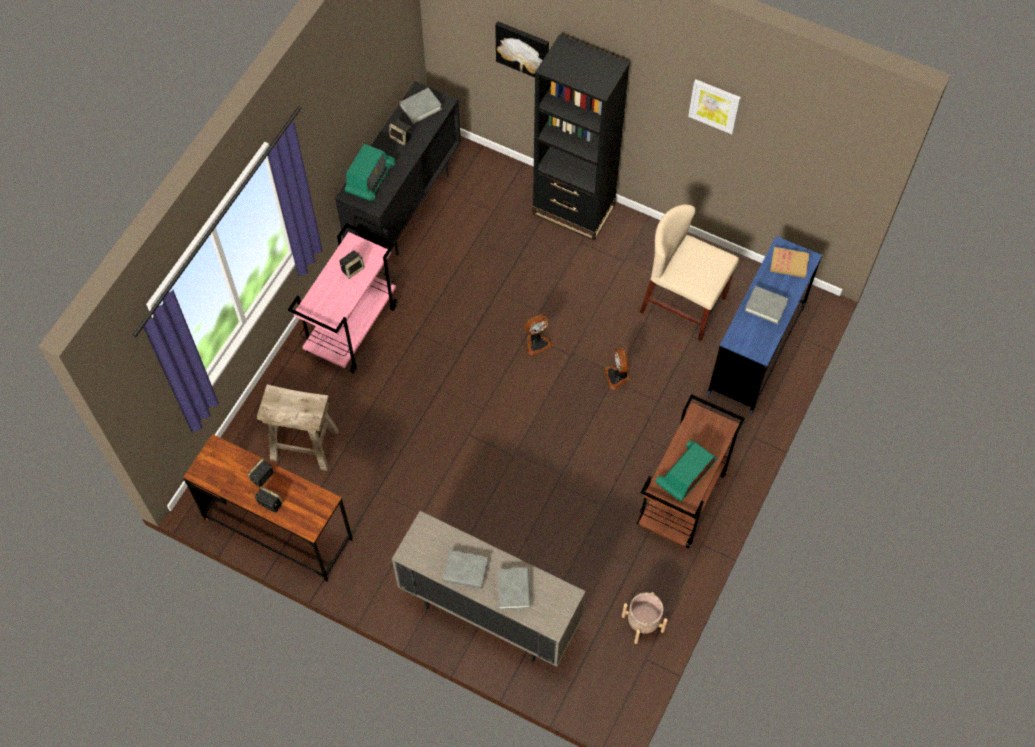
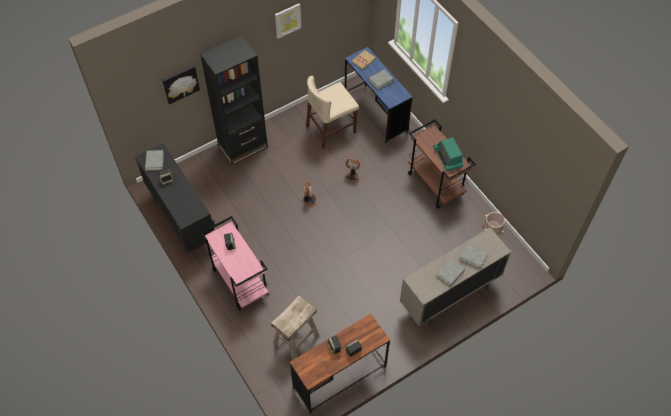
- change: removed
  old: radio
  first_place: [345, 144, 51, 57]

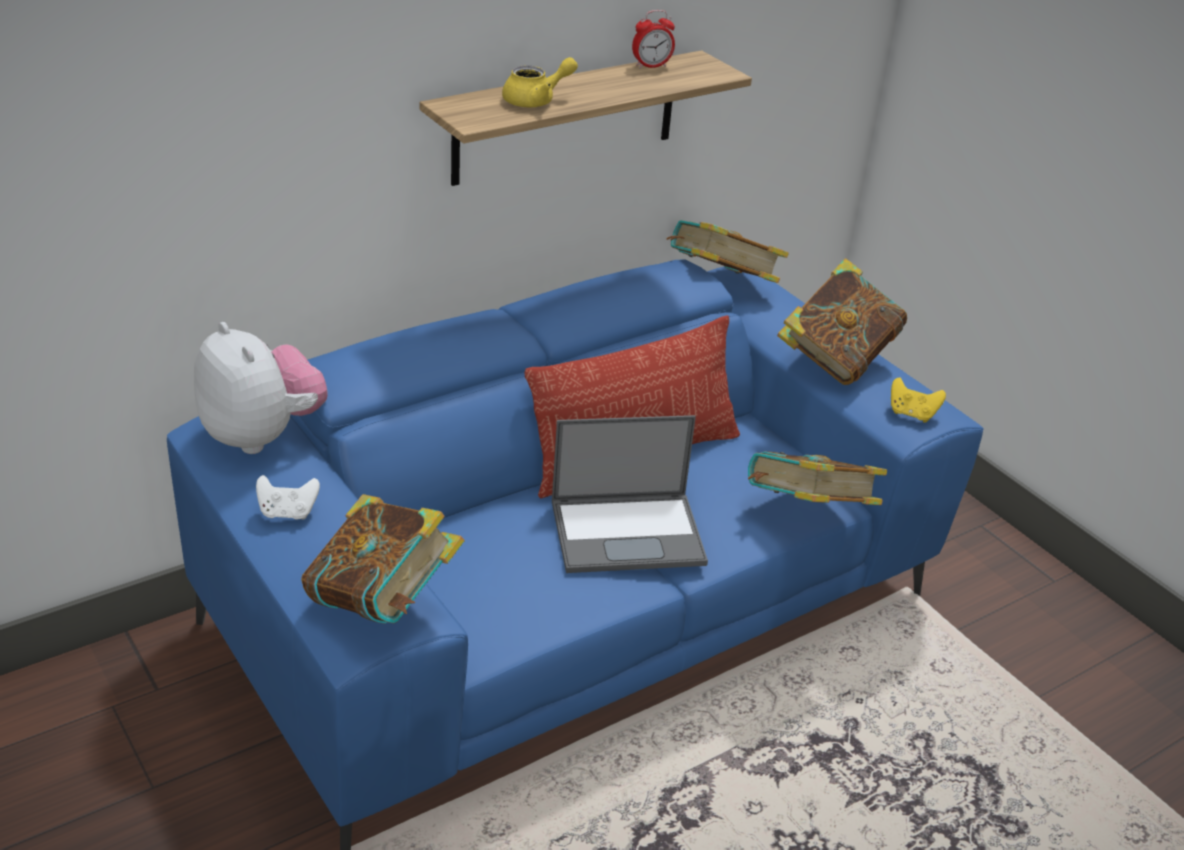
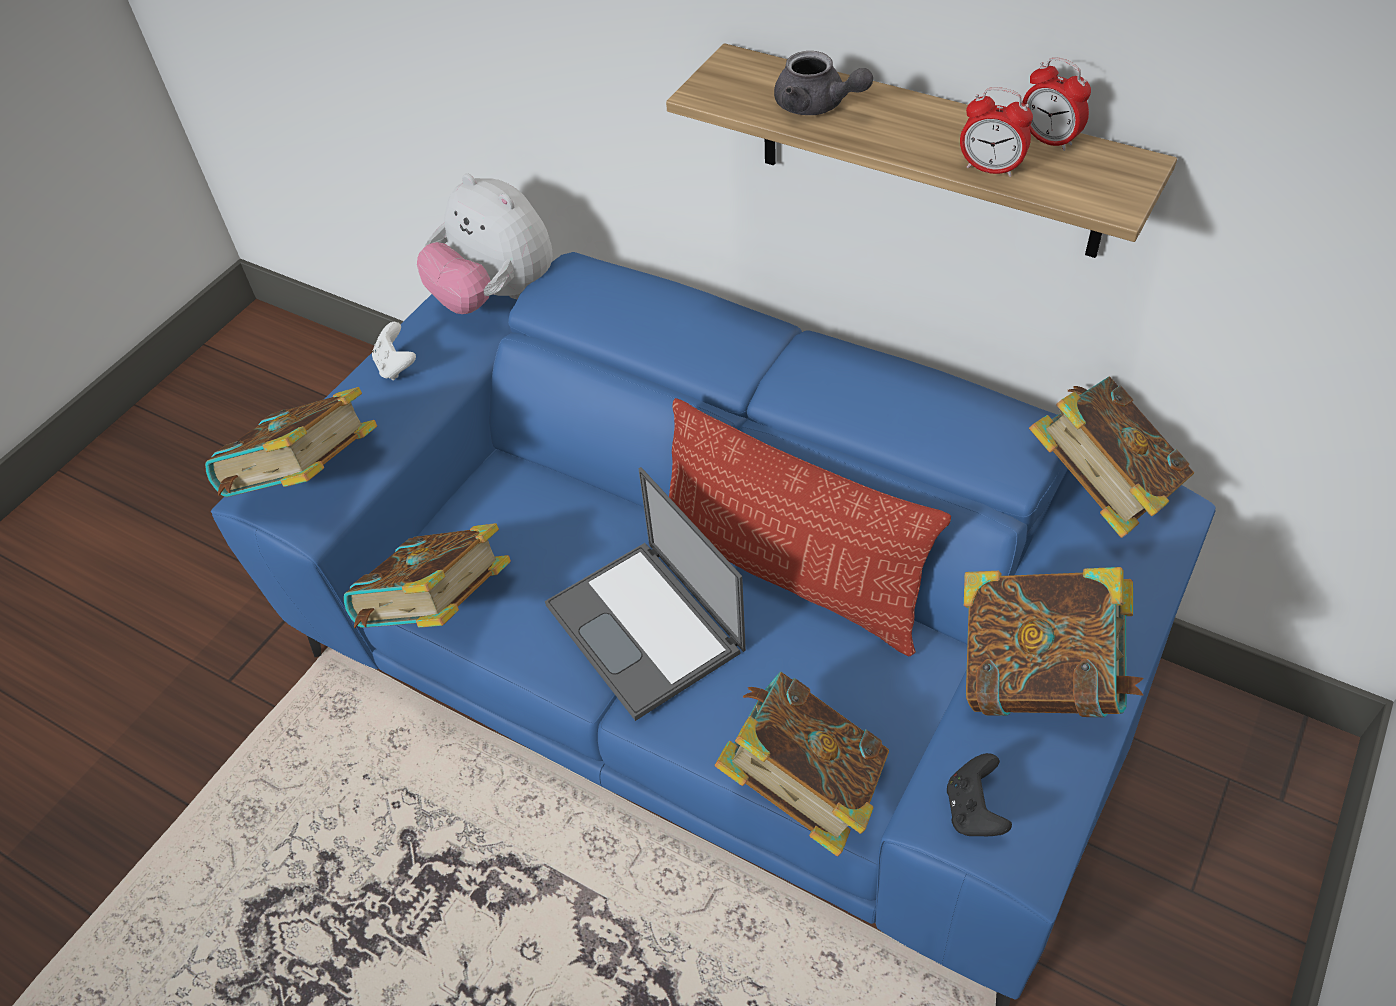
- change: added
  new: książka
  second_place: [344, 523, 167, 105]
- change: turned
  old: pluszak
  first_place: [194, 322, 134, 132]
  second_place: [417, 173, 136, 141]
  degrees: 105
- change: recoloured
  old: imbryk/żółty
  new: imbryk/szary
  first_place: [502, 57, 76, 50]
  second_place: [774, 51, 99, 64]
- change: recoloured
  old: pad do gier/żółty
  new: pad do gier/czarny
  first_place: [891, 378, 55, 44]
  second_place: [947, 753, 65, 83]
- change: added
  new: budzik
  second_place: [960, 87, 73, 90]

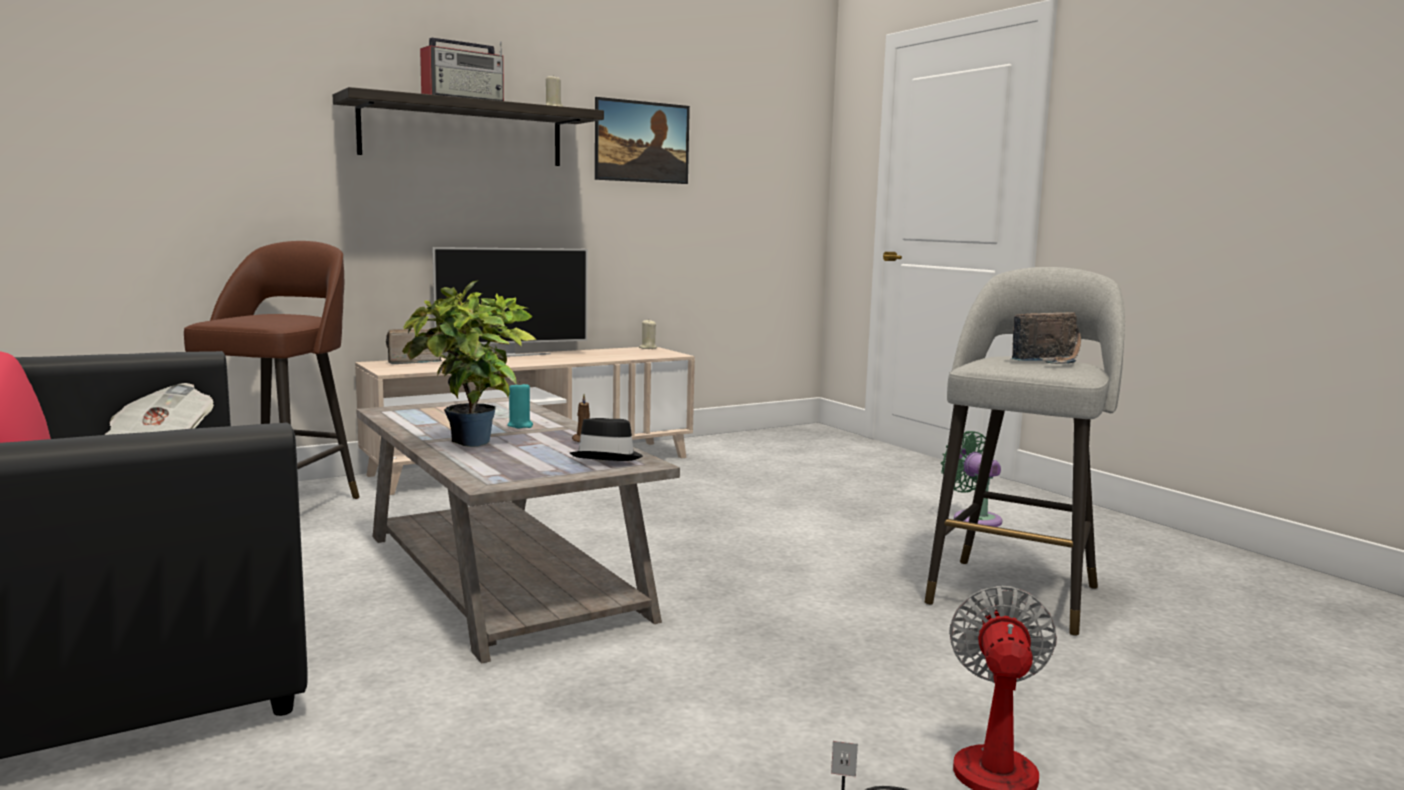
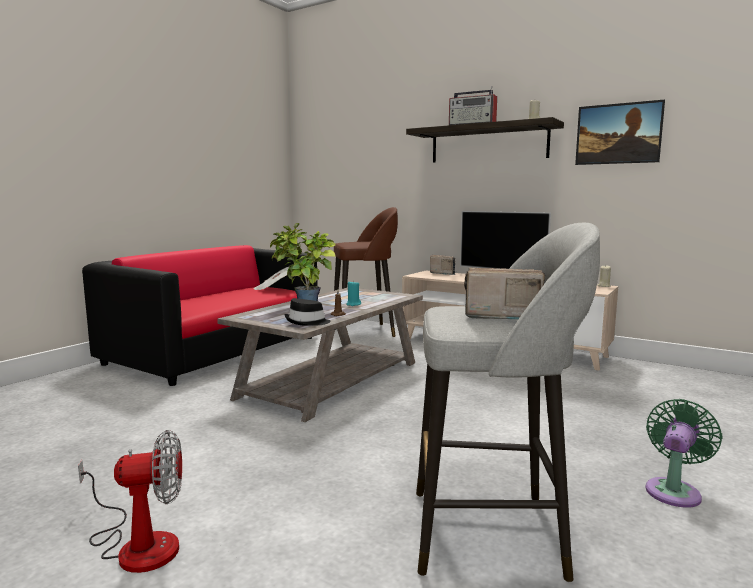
- change: turned
  old: radio
  first_place: [1011, 312, 70, 52]
  second_place: [464, 268, 81, 51]
  degrees: 150

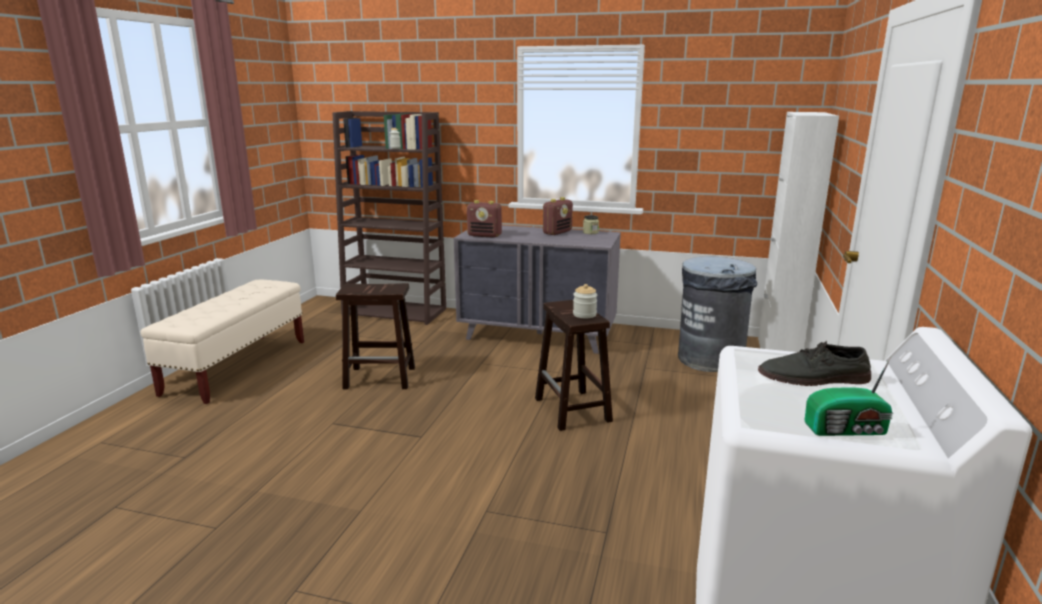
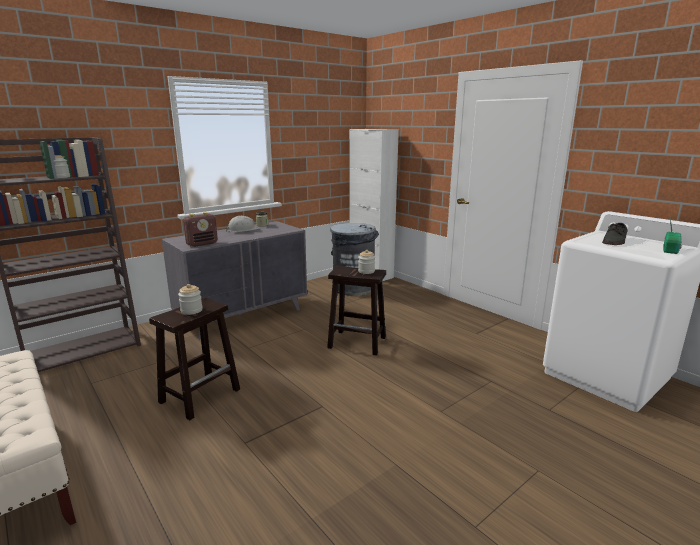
- change: added
  new: słoik
  second_place: [178, 284, 25, 31]
- change: replaced
  old: radio
  new: kask/biały
  first_place: [543, 197, 30, 38]
  second_place: [226, 216, 34, 16]

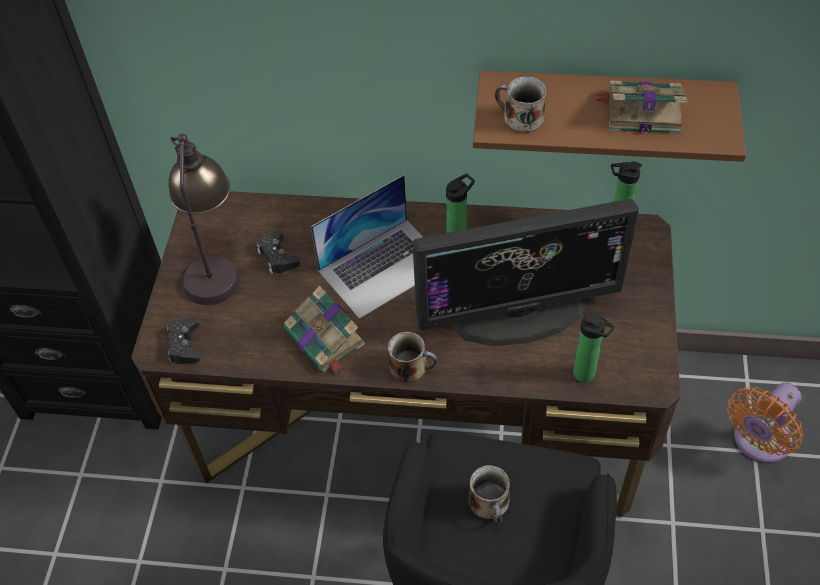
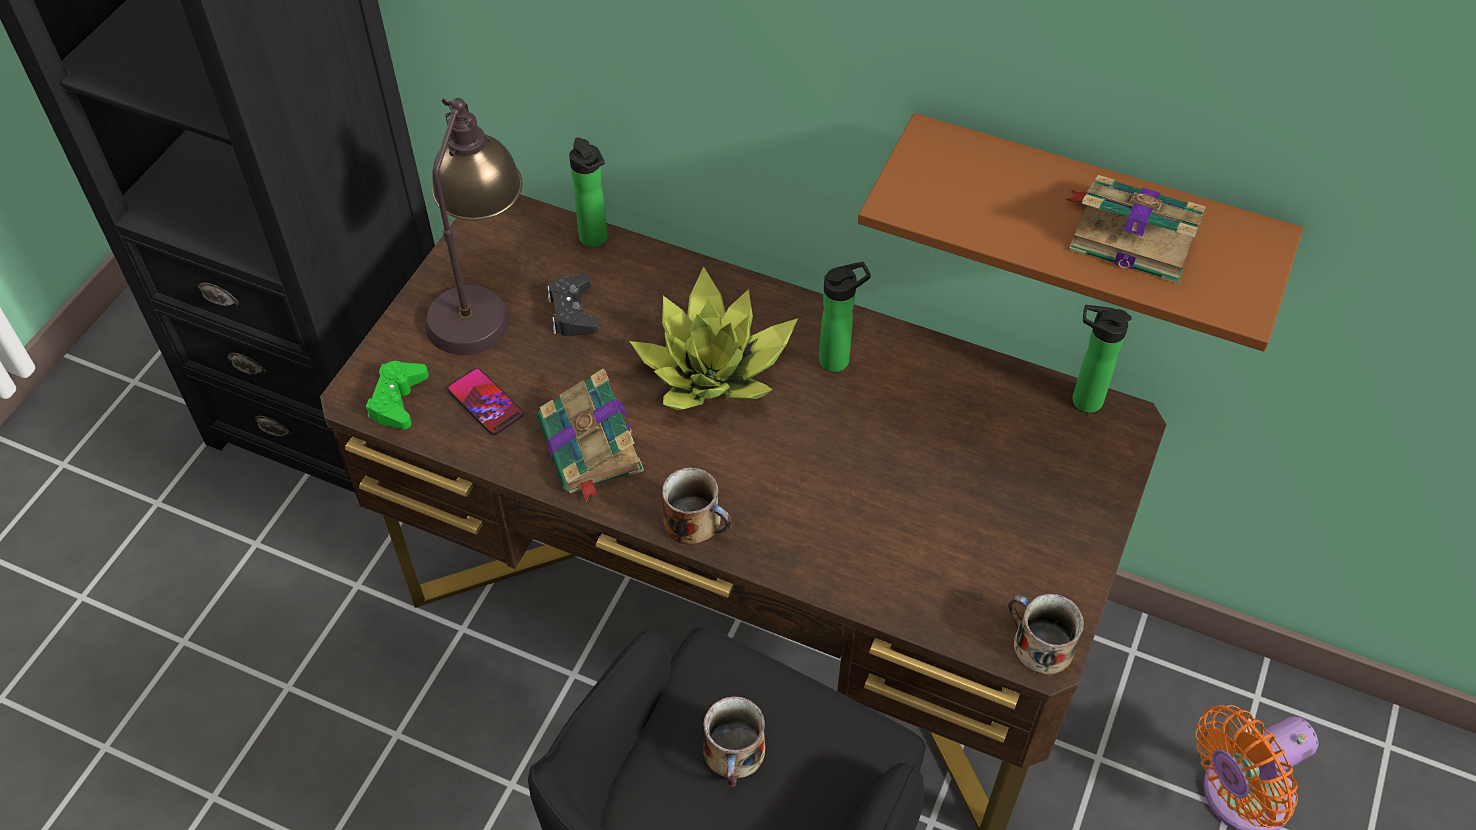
- change: recoloured
  old: pad do gier/czarny
  new: pad do gier/zielony
  first_place: [167, 317, 34, 47]
  second_place: [366, 361, 63, 68]
- change: added
  new: telefon
  second_place: [447, 368, 77, 67]
- change: moved
  old: butelka
  first_place: [573, 312, 42, 70]
  second_place: [569, 138, 39, 109]
- change: replaced
  old: laptop
  new: roślina doniczkowa
  first_place: [311, 175, 112, 144]
  second_place: [629, 267, 169, 143]
- change: moved
  old: kubek
  first_place: [495, 76, 52, 57]
  second_place: [1008, 594, 76, 81]
- change: removed
  old: monitor
  first_place: [412, 199, 227, 147]

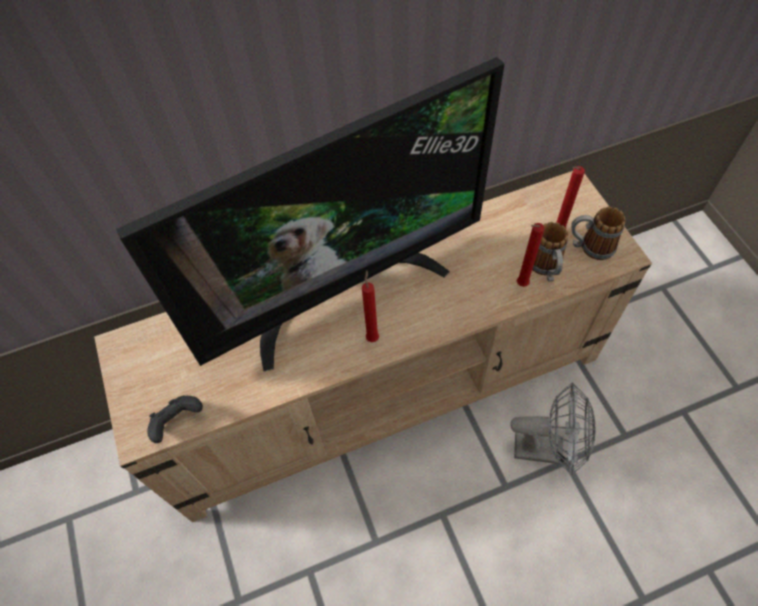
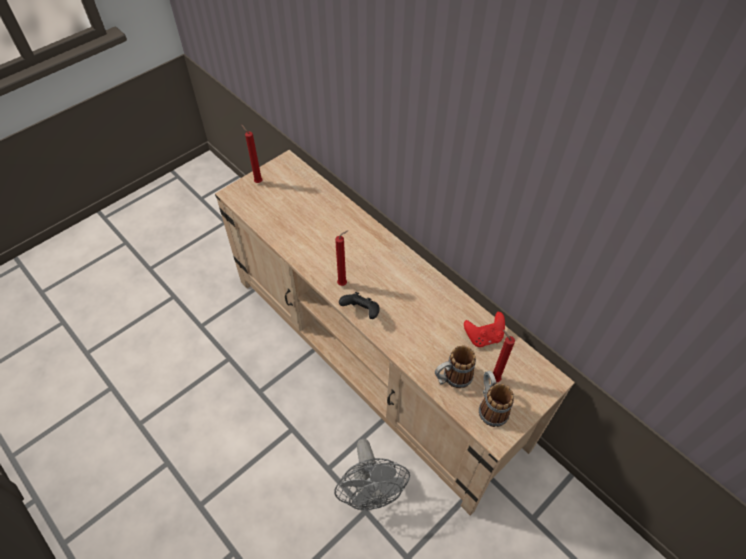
- change: moved
  old: świeca/czerwony
  first_place: [517, 223, 28, 64]
  second_place: [242, 125, 21, 58]
- change: moved
  old: pad do gier/czarny
  first_place: [147, 396, 56, 47]
  second_place: [339, 292, 41, 27]
- change: added
  new: pad do gier/czerwony
  second_place: [464, 312, 41, 35]
- change: removed
  old: telewizor
  first_place: [116, 57, 389, 314]

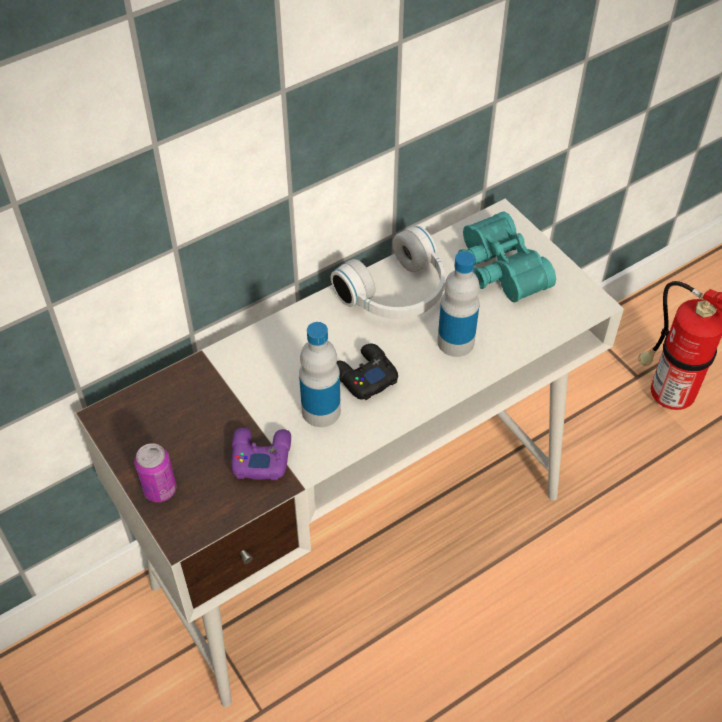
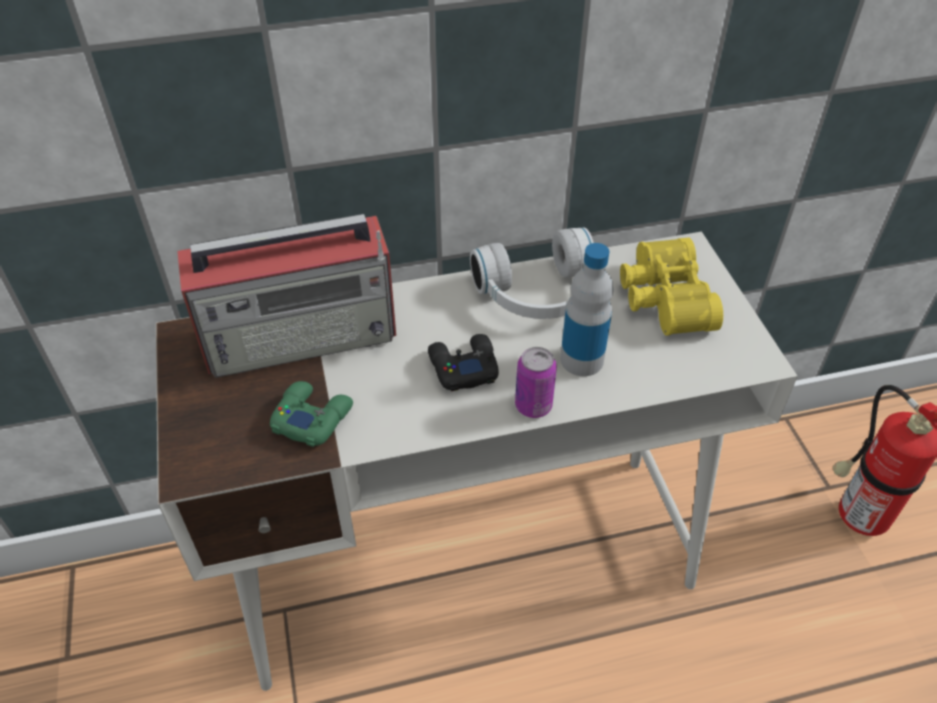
- change: added
  new: radio
  second_place: [177, 214, 219, 164]
- change: recoloured
  old: pad do gier/fioletowy
  new: pad do gier/zielony
  first_place: [231, 428, 60, 52]
  second_place: [270, 381, 83, 66]
- change: moved
  old: puszka
  first_place: [134, 443, 42, 59]
  second_place: [515, 347, 42, 71]
- change: recoloured
  old: lornetka/turkusowy
  new: lornetka/żółty
  first_place: [458, 211, 98, 92]
  second_place: [620, 238, 103, 98]
- change: removed
  old: butelka
  first_place: [299, 322, 42, 105]

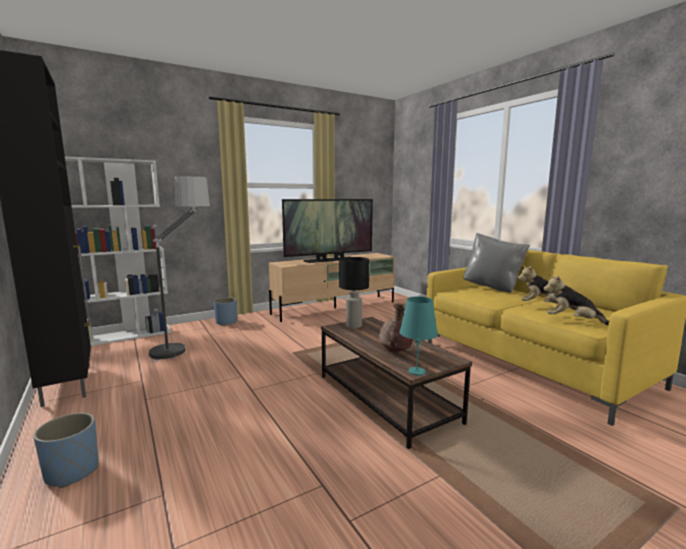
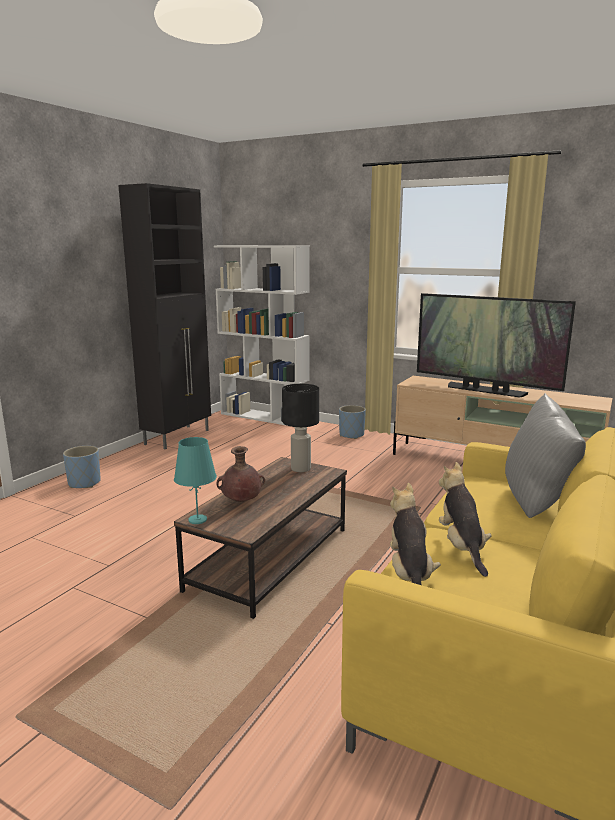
- change: removed
  old: lampa stojąca
  first_place: [149, 176, 61, 186]

